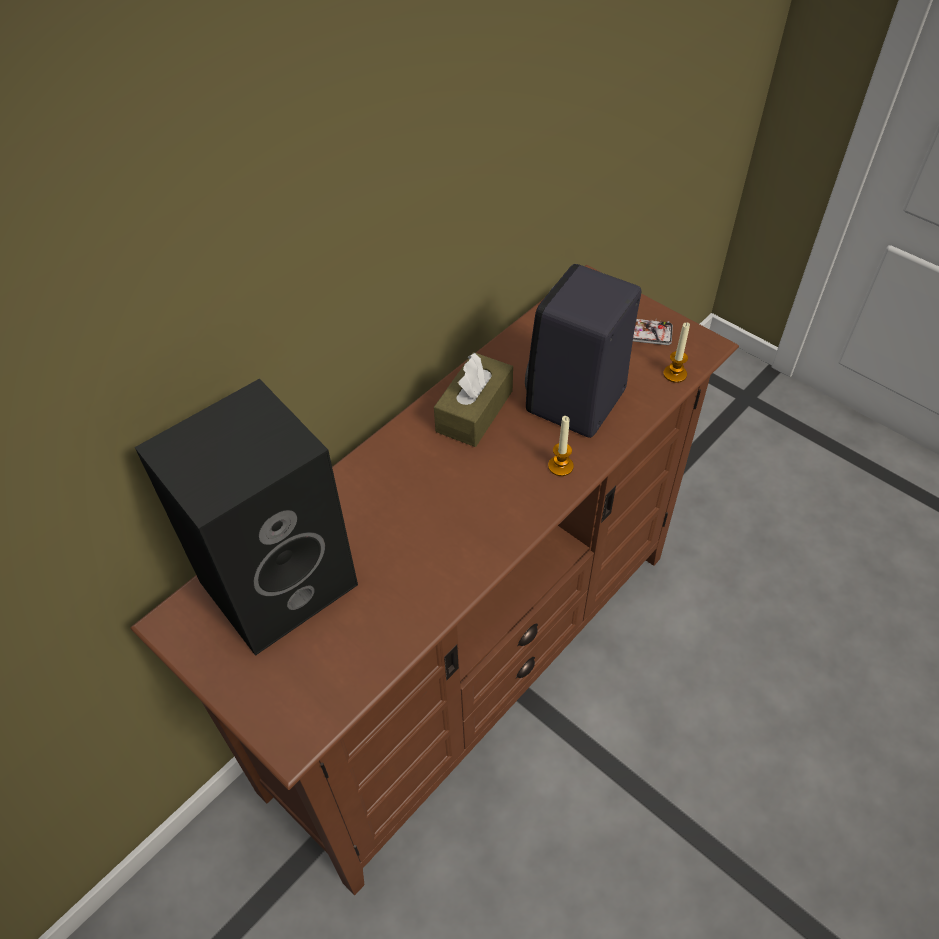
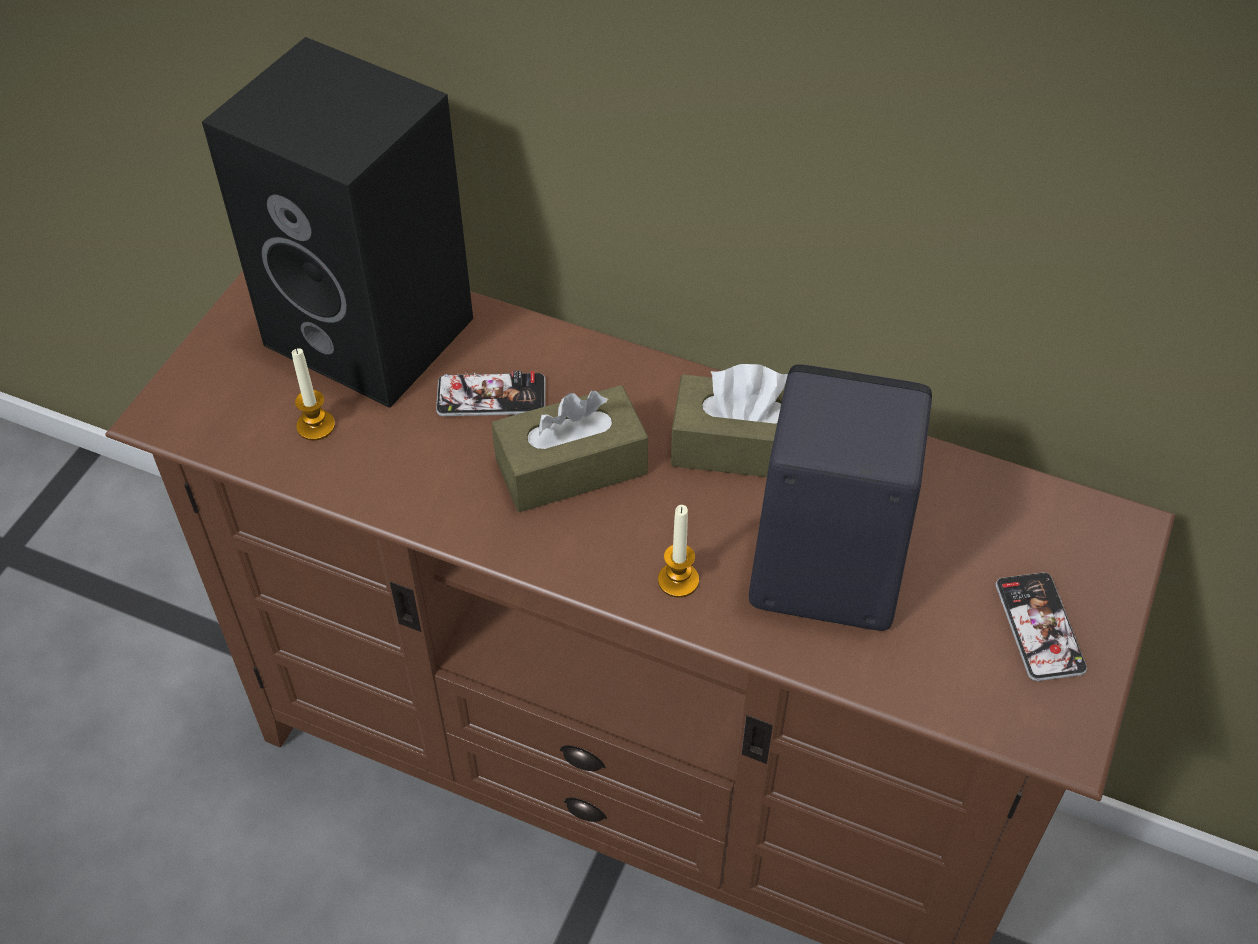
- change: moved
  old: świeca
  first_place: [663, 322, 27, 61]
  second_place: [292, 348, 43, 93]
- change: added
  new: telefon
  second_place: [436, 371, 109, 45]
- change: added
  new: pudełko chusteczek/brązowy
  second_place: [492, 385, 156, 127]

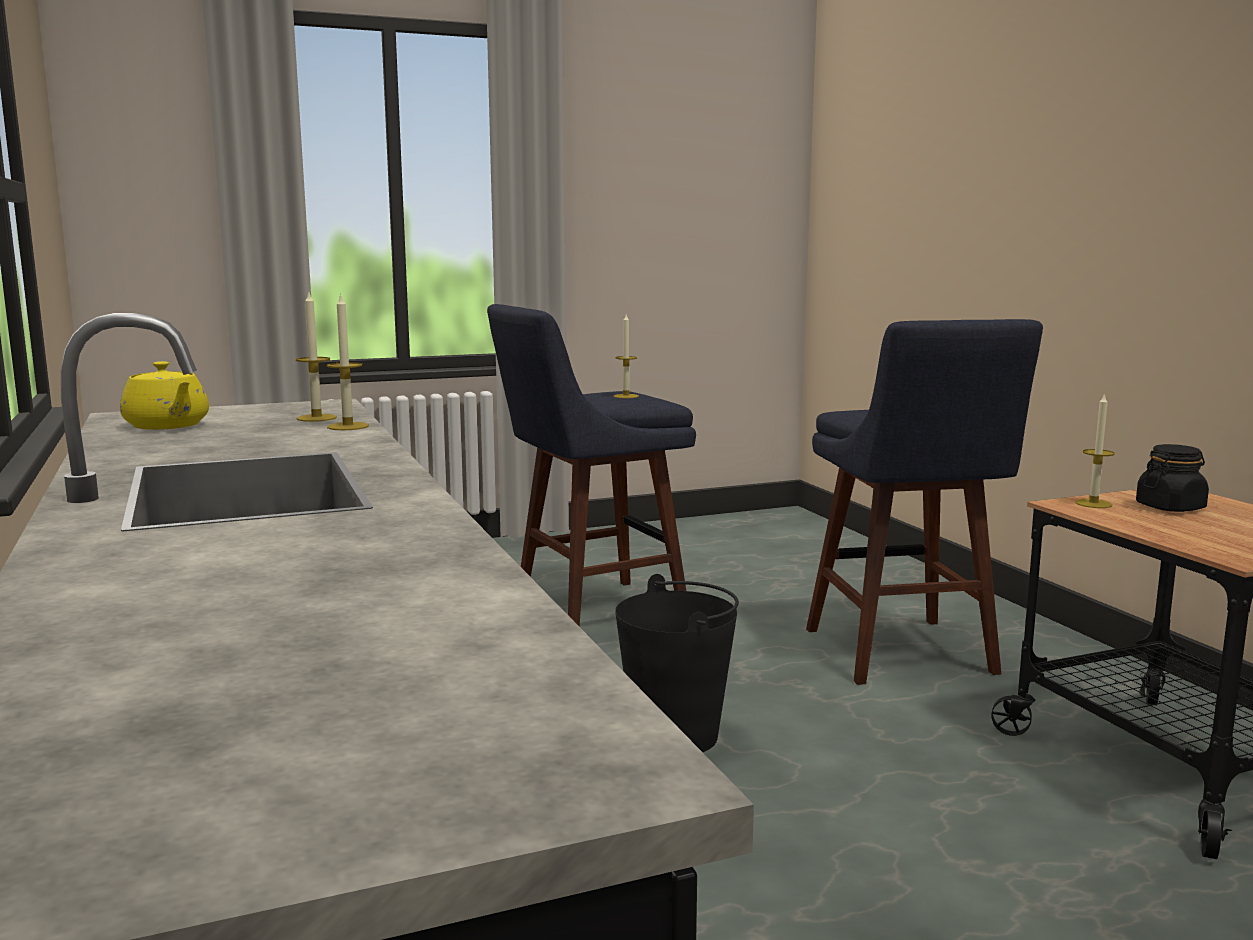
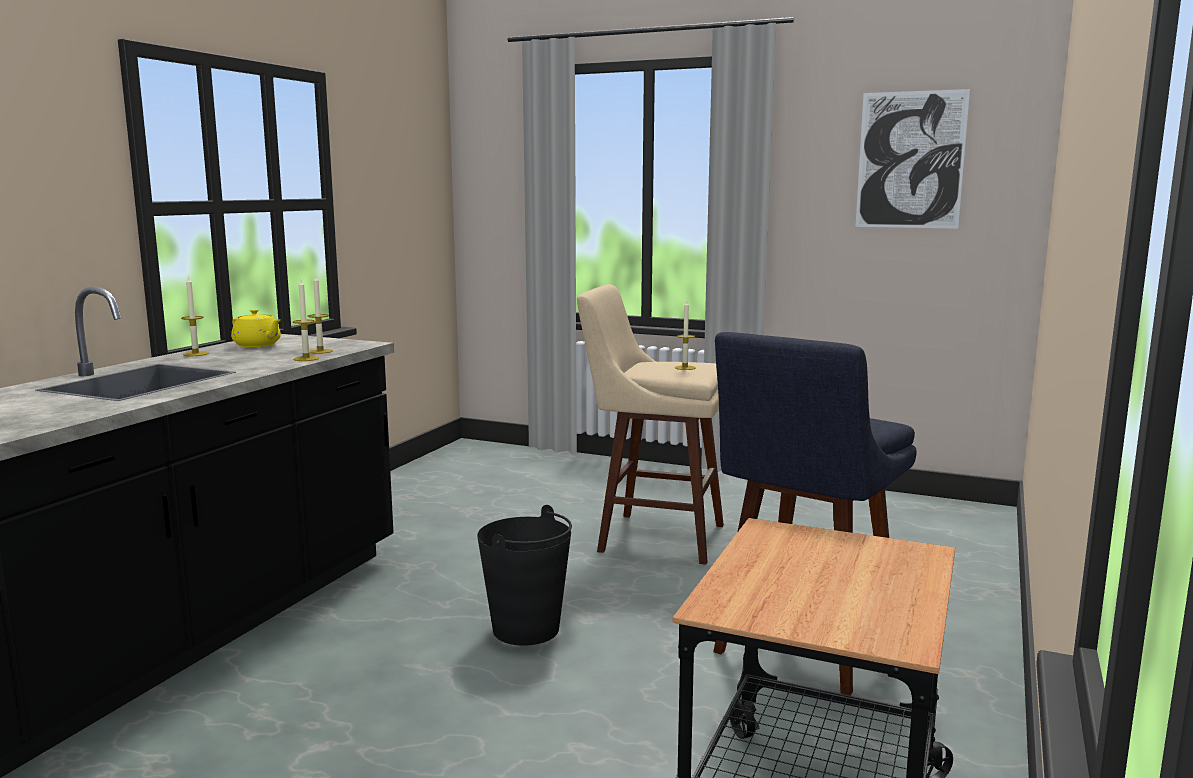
- change: moved
  old: świeca
  first_place: [1075, 393, 40, 115]
  second_place: [181, 276, 28, 80]
- change: turned
  old: imbryk/żółty
  first_place: [120, 361, 89, 69]
  second_place: [231, 309, 50, 38]
  degrees: -60
- change: recoloured
  old: stołek/niebieski
  new: stołek/beżowy
  first_place: [487, 304, 209, 323]
  second_place: [577, 284, 147, 281]
- change: added
  new: obraz
  second_place: [856, 89, 114, 140]
- change: removed
  old: słoik/czarny
  first_place: [1136, 444, 73, 68]

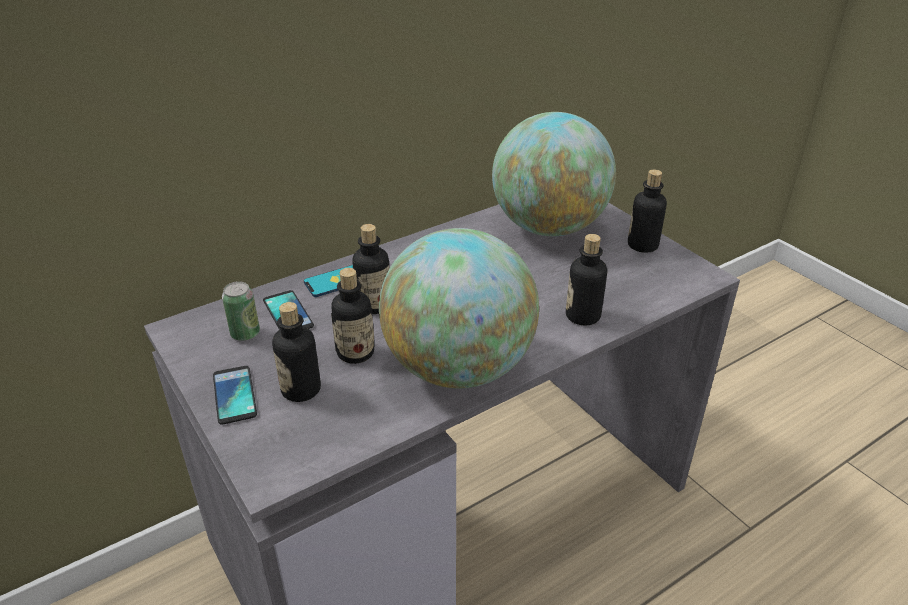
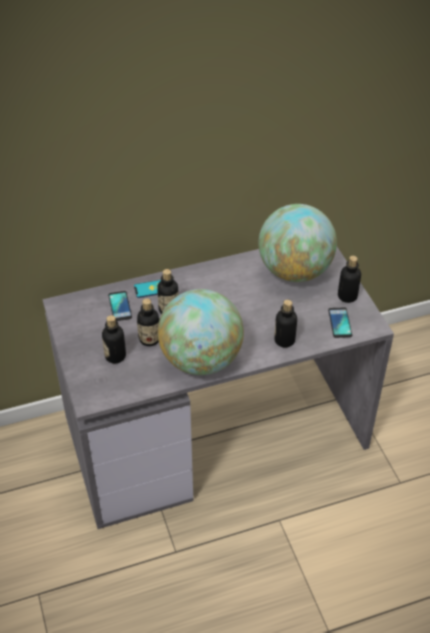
- change: moved
  old: telefon
  first_place: [213, 366, 44, 59]
  second_place: [328, 307, 24, 31]
- change: removed
  old: puszka
  first_place: [222, 281, 38, 60]

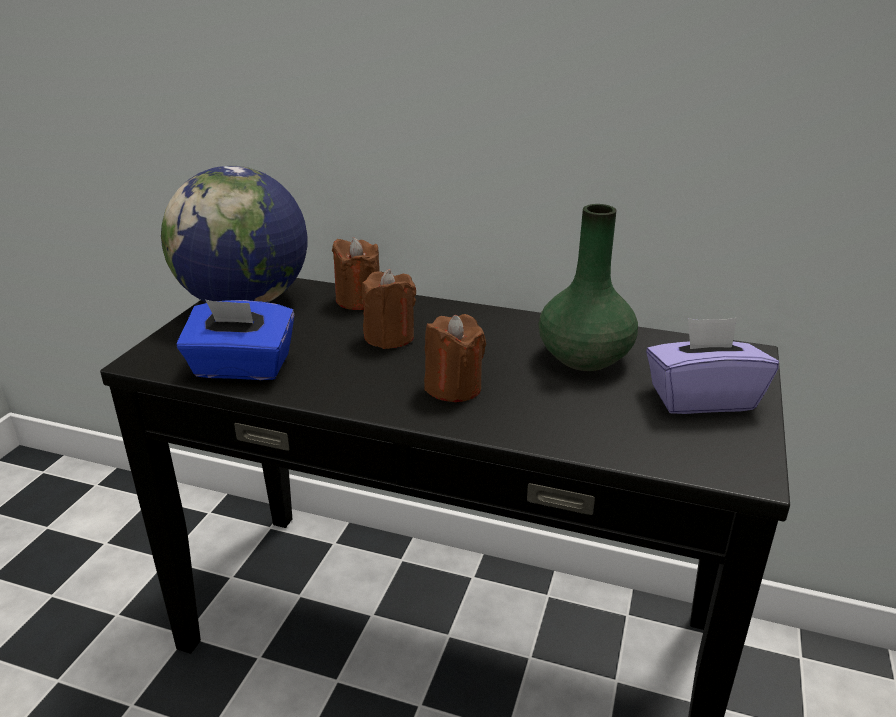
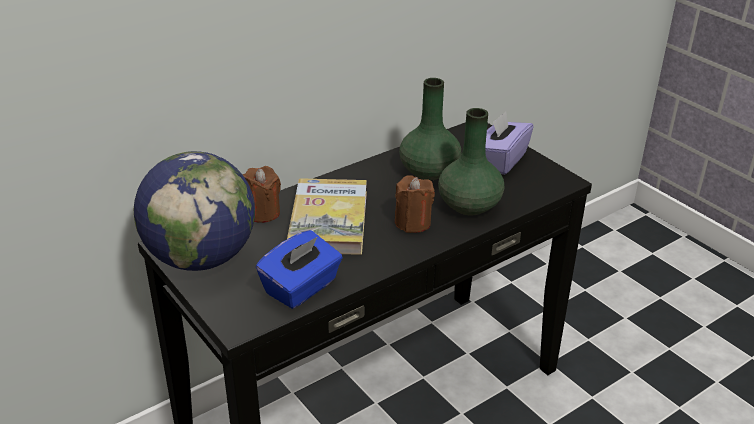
- change: replaced
  old: świeca/brązowy
  new: książka
  first_place: [362, 269, 54, 80]
  second_place: [287, 178, 80, 77]
- change: added
  new: wazon/zielony
  second_place: [438, 108, 66, 107]

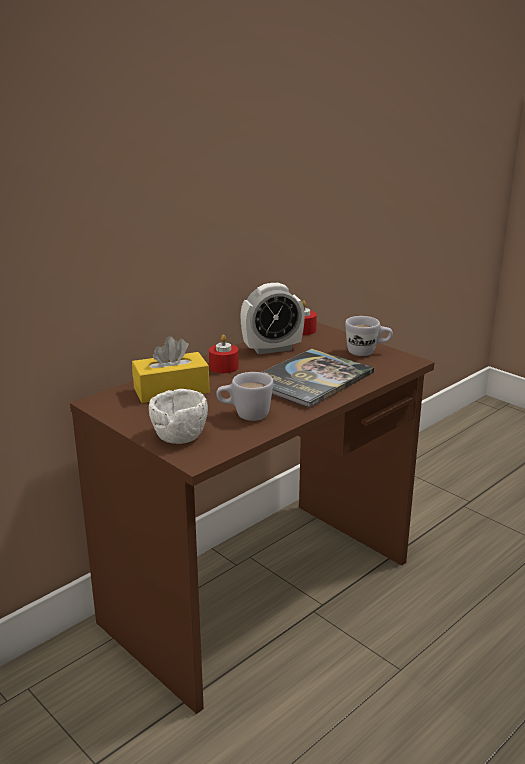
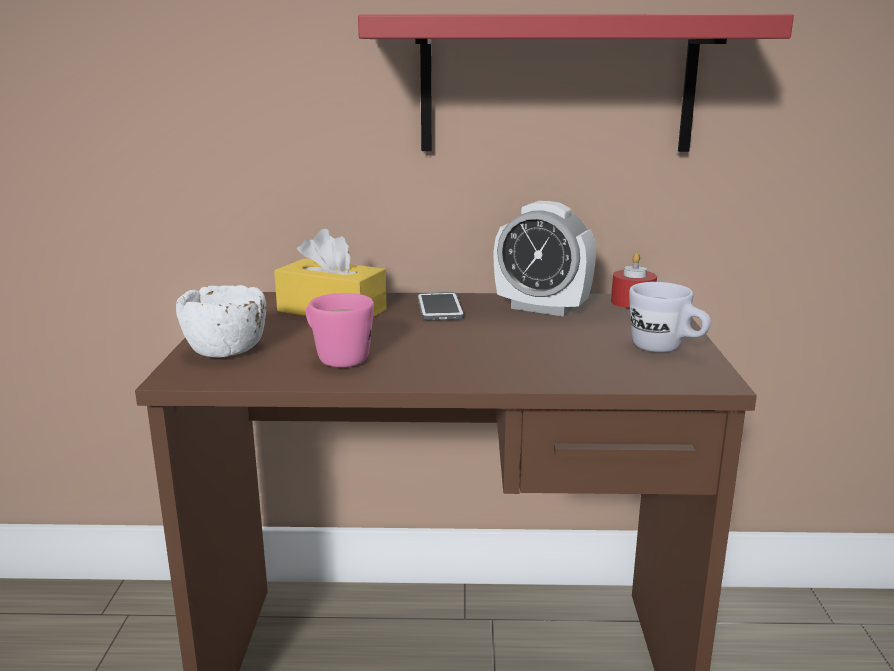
- change: recoloured
  old: kubek/biały
  new: kubek/różowy
  first_place: [216, 372, 57, 49]
  second_place: [306, 293, 68, 74]
- change: added
  new: półka/czerwony
  second_place: [358, 14, 436, 138]
- change: replaced
  old: świeca/czerwony
  new: telefon
  first_place: [209, 334, 30, 39]
  second_place: [418, 292, 46, 28]
- change: removed
  old: książka
  first_place: [261, 349, 113, 59]

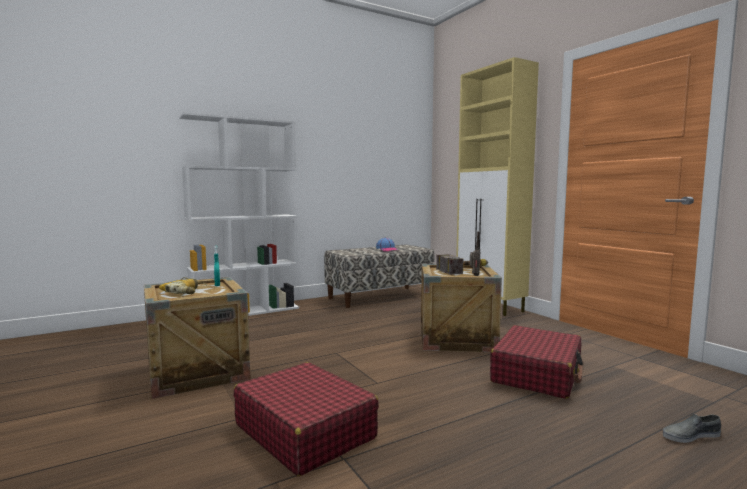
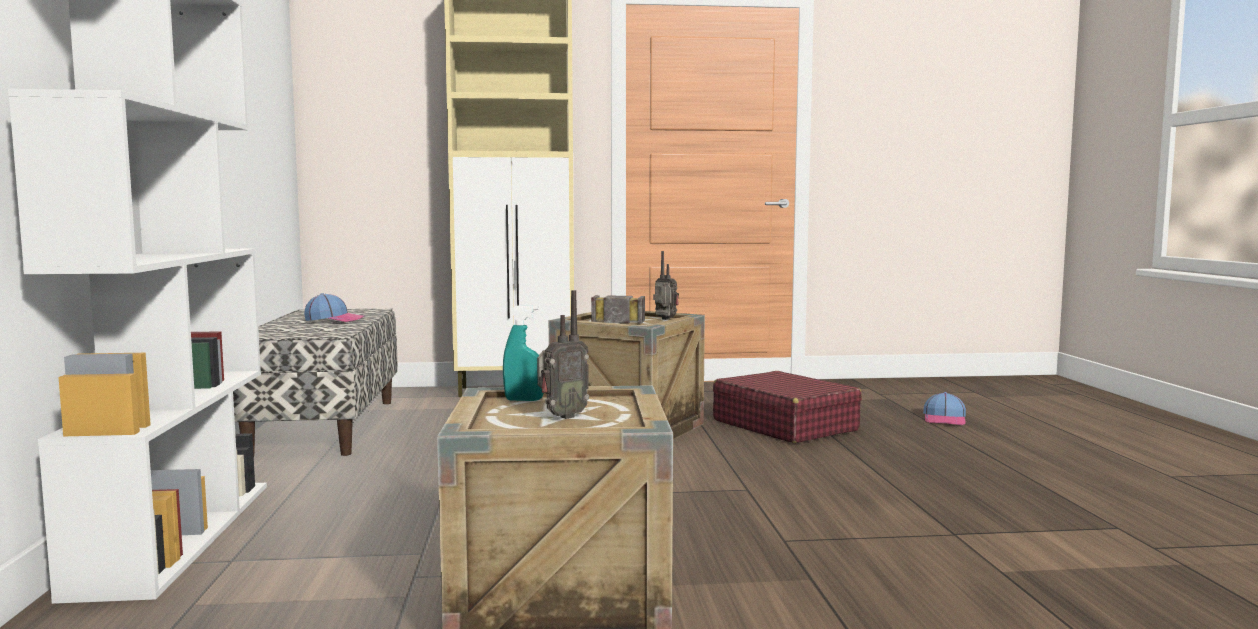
- change: replaced
  old: wiertarka
  new: radio
  first_place: [159, 277, 48, 17]
  second_place: [537, 290, 52, 129]
- change: replaced
  old: but/szary
  new: czapka z daszkiem
  first_place: [663, 414, 58, 29]
  second_place: [923, 392, 43, 33]
- change: removed
  old: walizka/czerwony
  first_place: [234, 362, 145, 114]

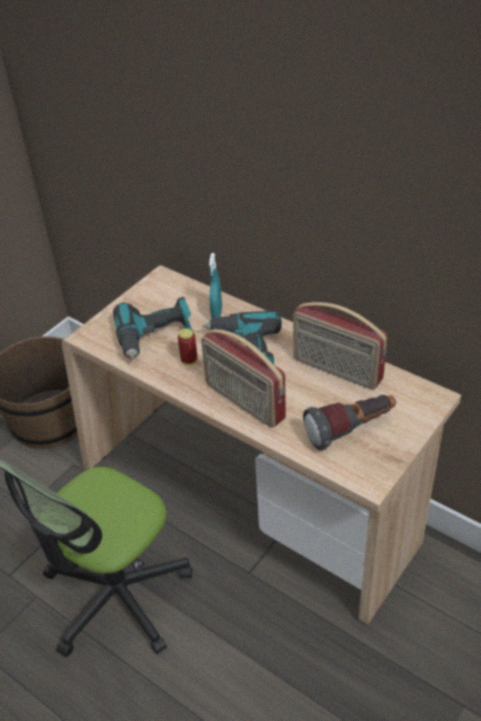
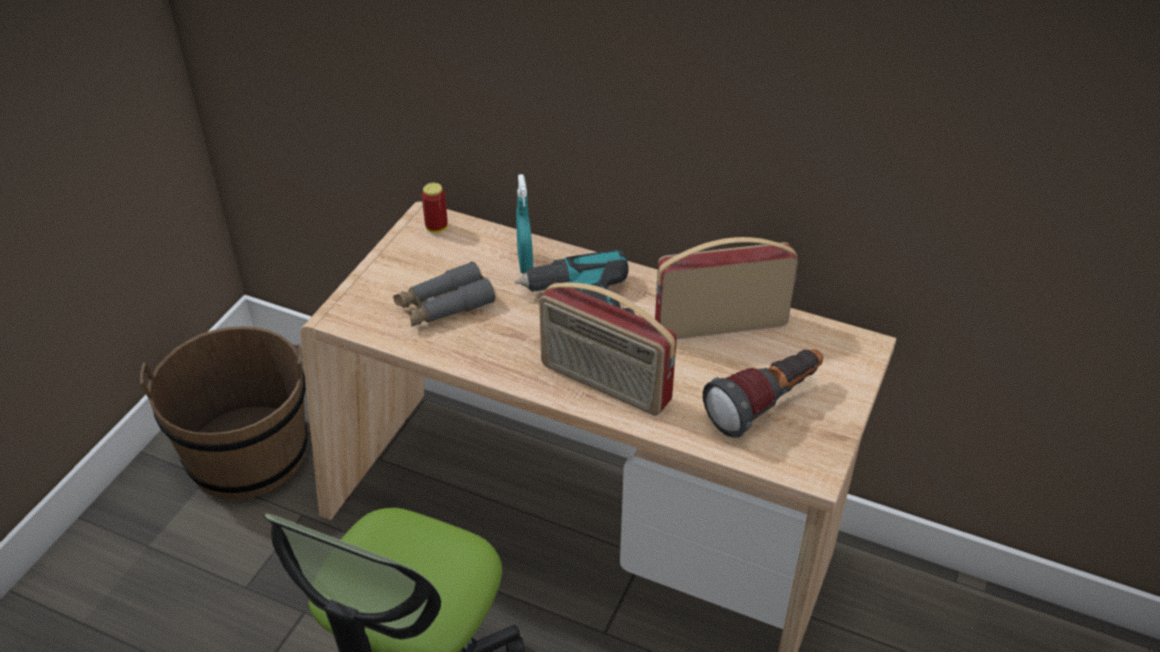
- change: replaced
  old: wiertarka
  new: lornetka/szary
  first_place: [113, 297, 80, 63]
  second_place: [393, 261, 102, 66]
- change: moved
  old: puszka
  first_place: [178, 328, 19, 37]
  second_place: [422, 183, 26, 50]
- change: turned
  old: radio
  first_place: [293, 302, 95, 88]
  second_place: [655, 237, 143, 103]
  degrees: 150

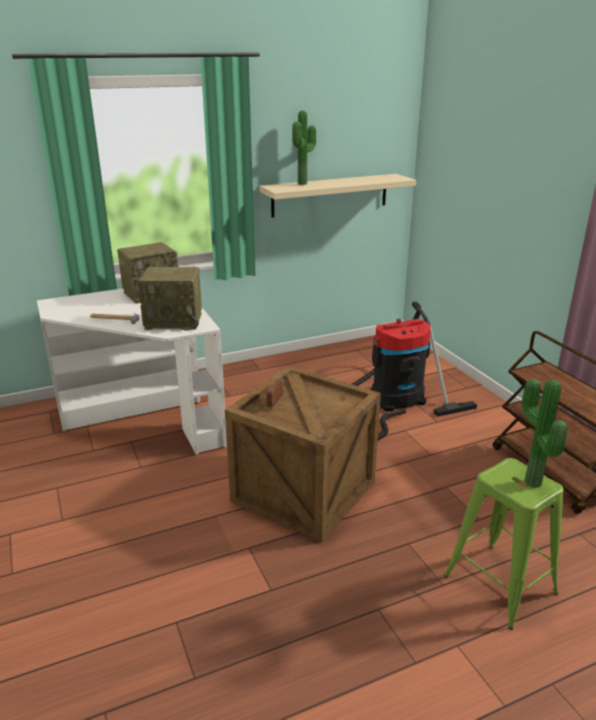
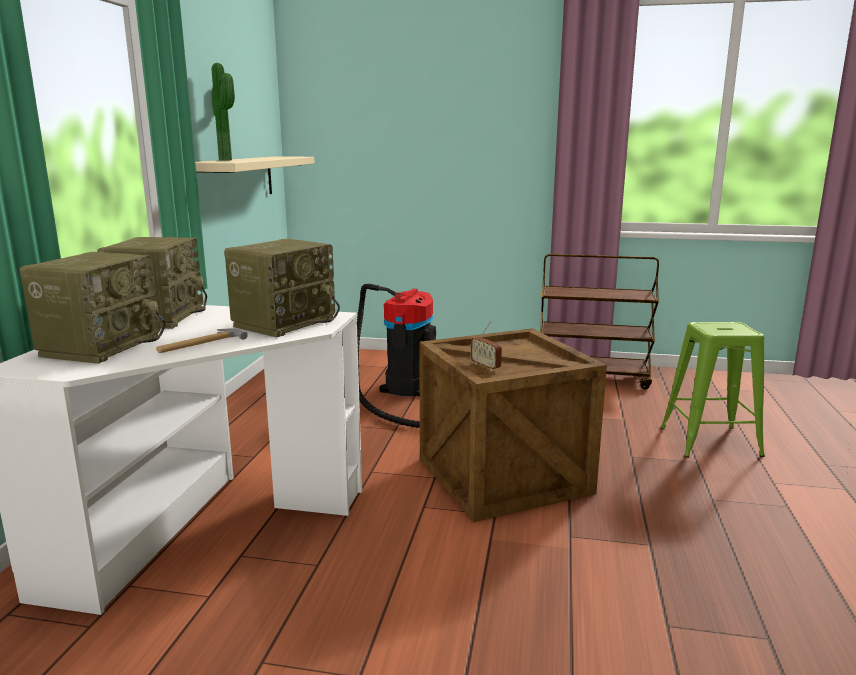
- change: added
  new: radio
  second_place: [20, 252, 145, 112]
- change: removed
  old: roślina doniczkowa
  first_place: [522, 379, 46, 109]

